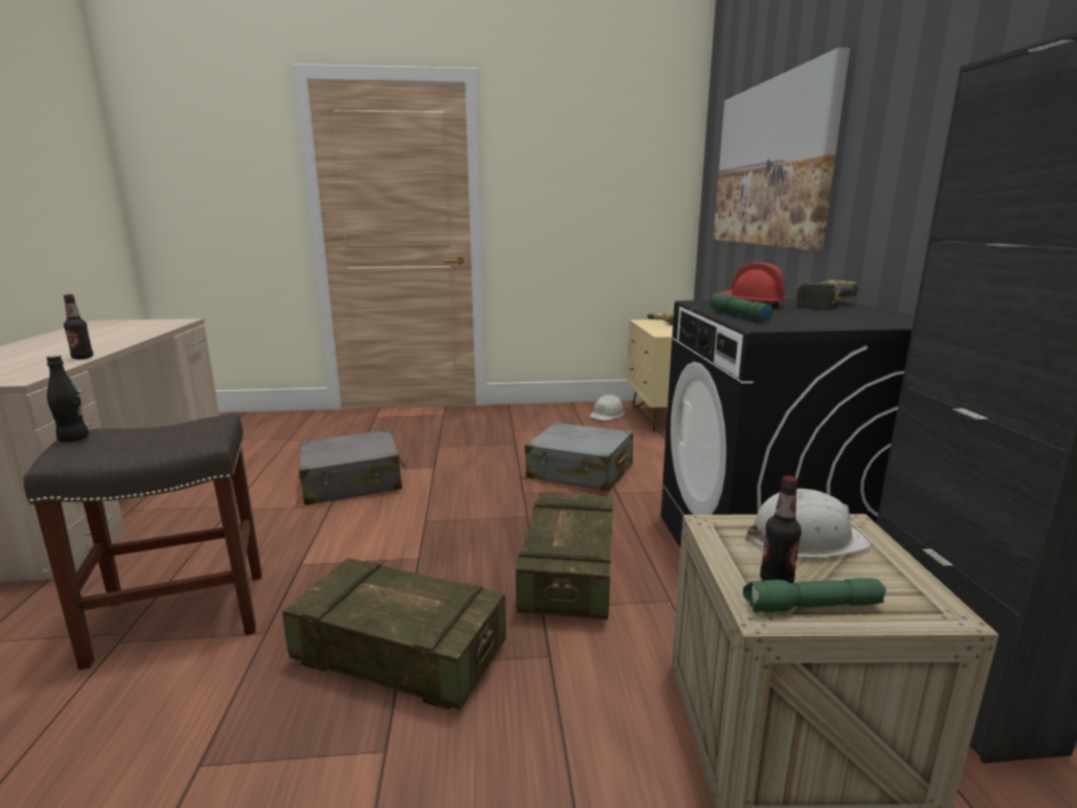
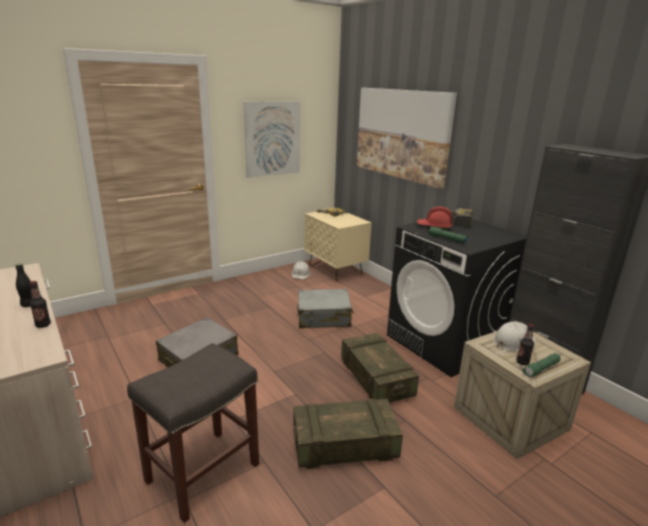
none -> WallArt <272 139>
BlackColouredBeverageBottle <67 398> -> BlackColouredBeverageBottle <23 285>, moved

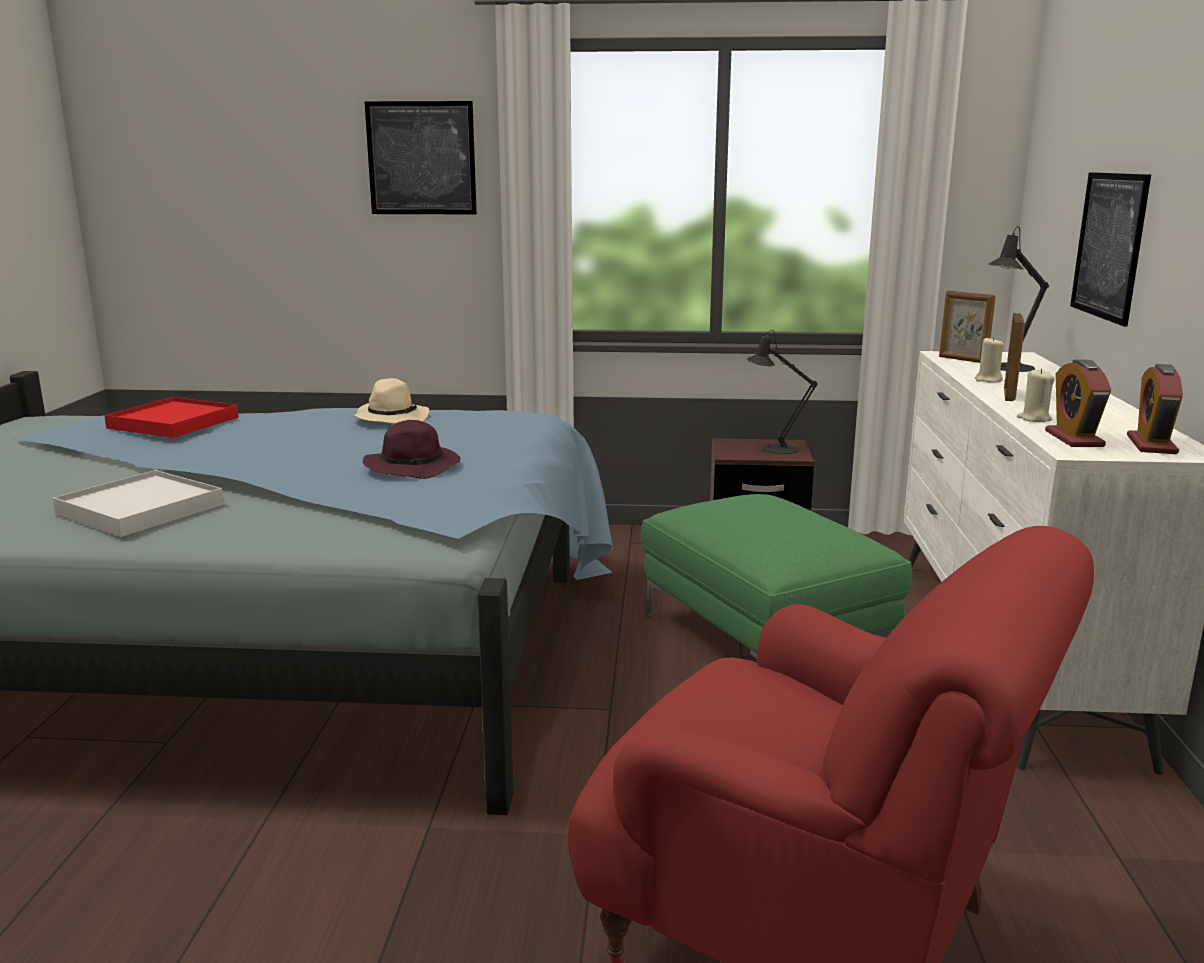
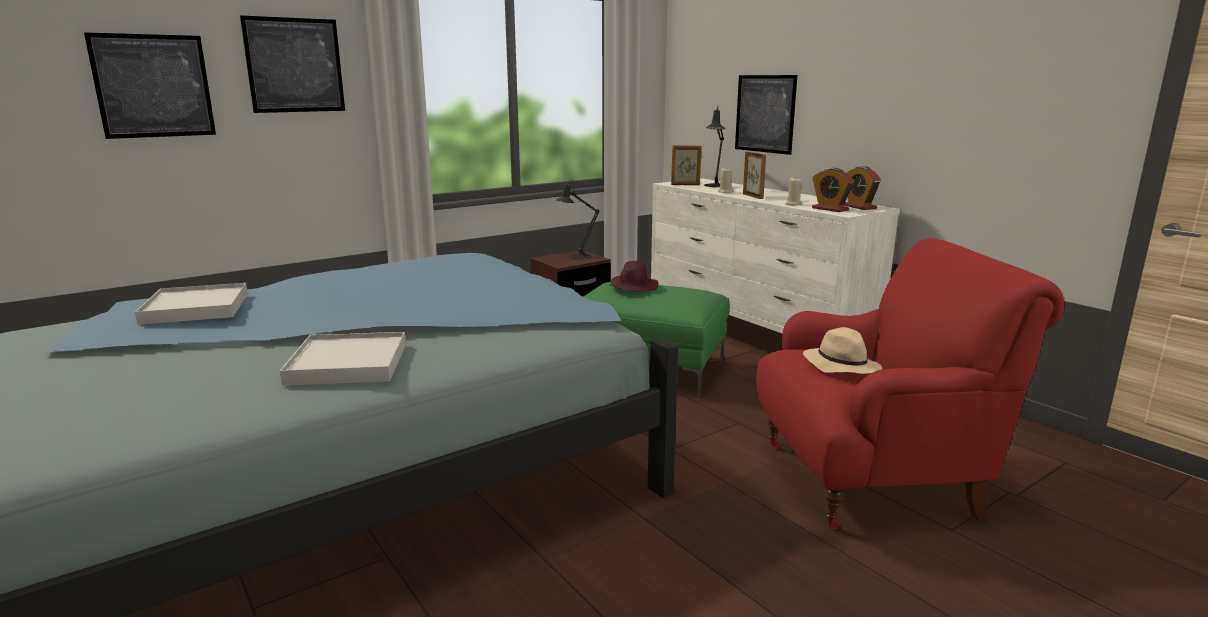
none -> WallArt <150 85>
BeigeHat <391 400> -> BeigeHat <842 350>, moved
PurplishHat <412 449> -> PurplishHat <634 276>, moved
RedServingTray <171 417> -> WhitishServingTray <191 304>

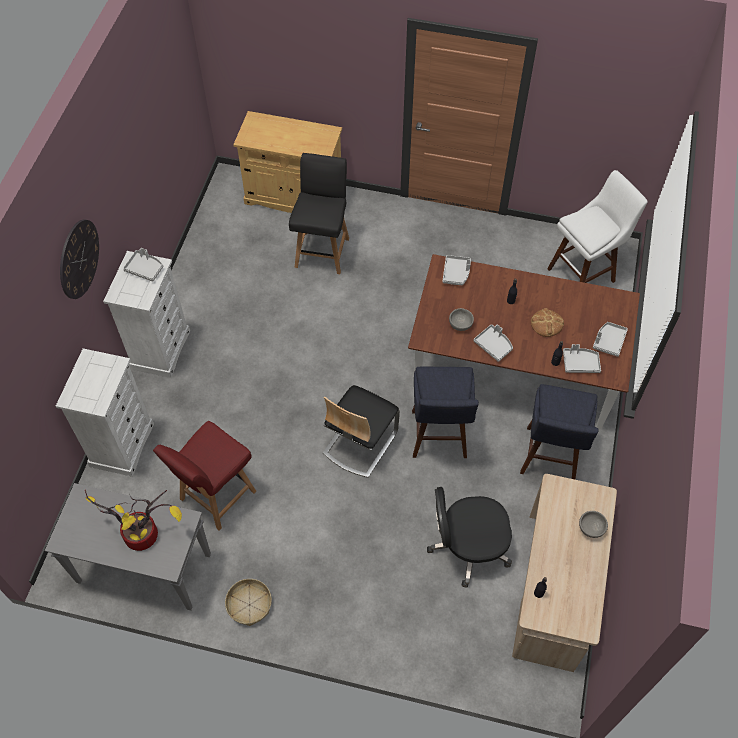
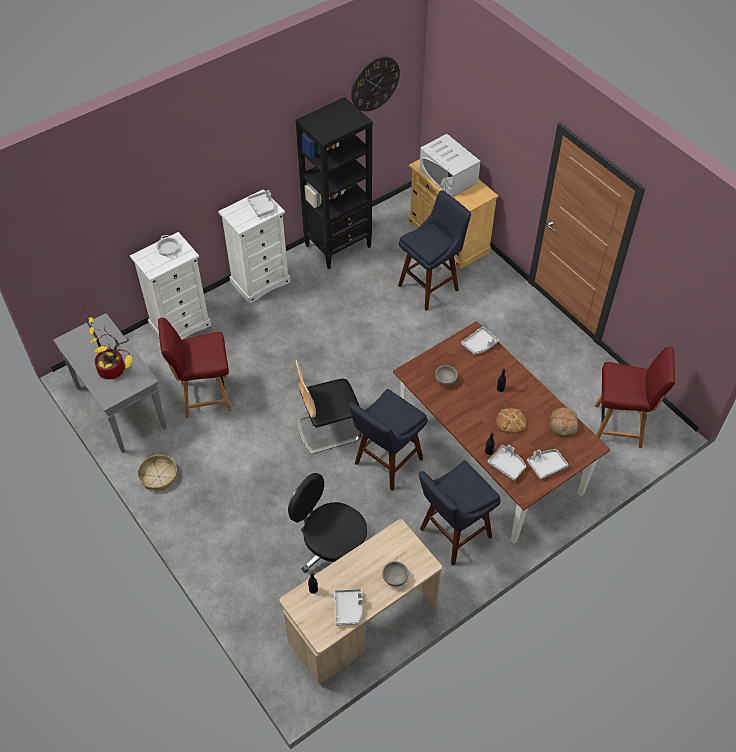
none -> Saucepot <168 245>
none -> BlackColouredBookshelf <334 183>
none -> WhitishKitchenMicrowave <450 165>
none -> BakedBread <564 422>
WallClock <79 259> -> WallClock <375 84>, moved
GrayServingTray <493 343> -> GrayServingTray <348 607>, moved
BlackColouredUprightChair <319 213> -> BluishStoolSeat <434 250>
WhitishStoolSeat <597 226> -> RedUprightChair <635 397>

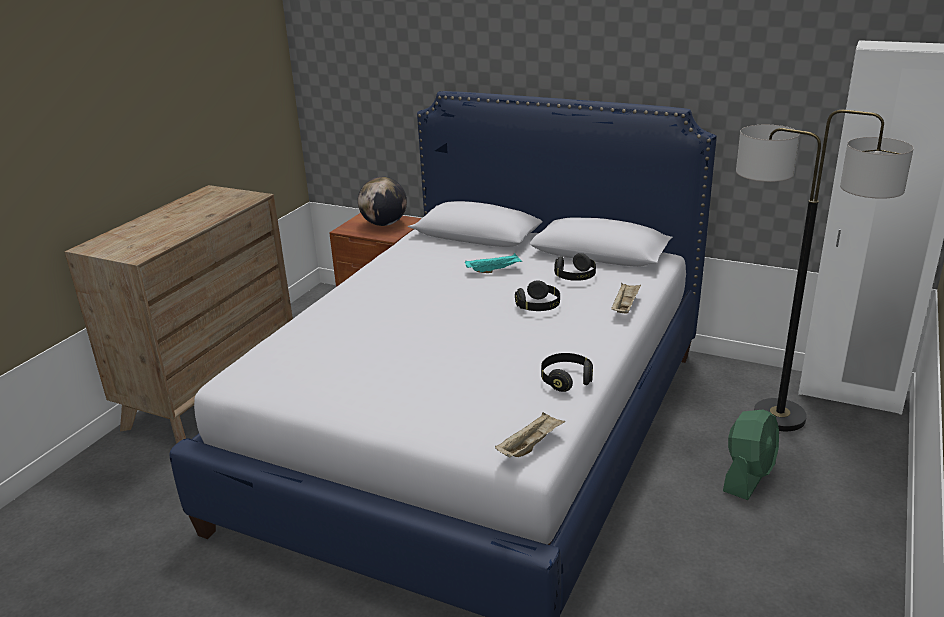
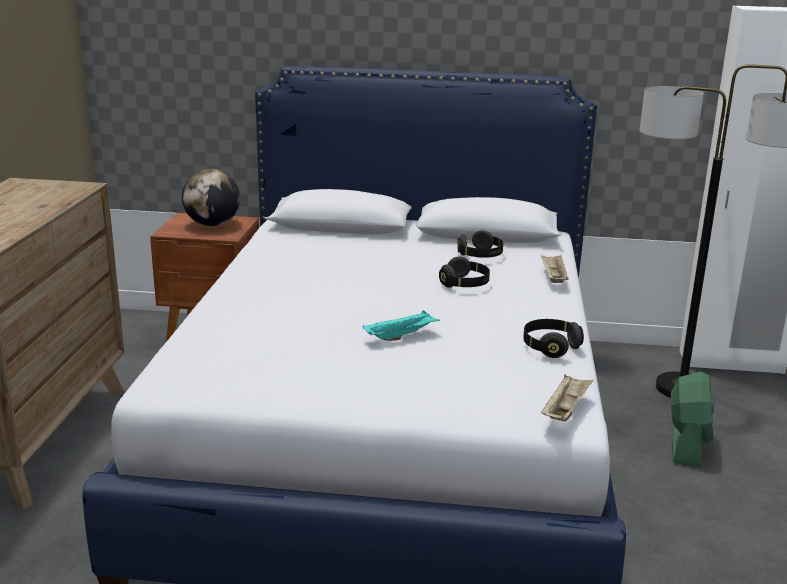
TurquoiseColouredServingTray <493 263> -> TurquoiseColouredServingTray <401 325>, moved

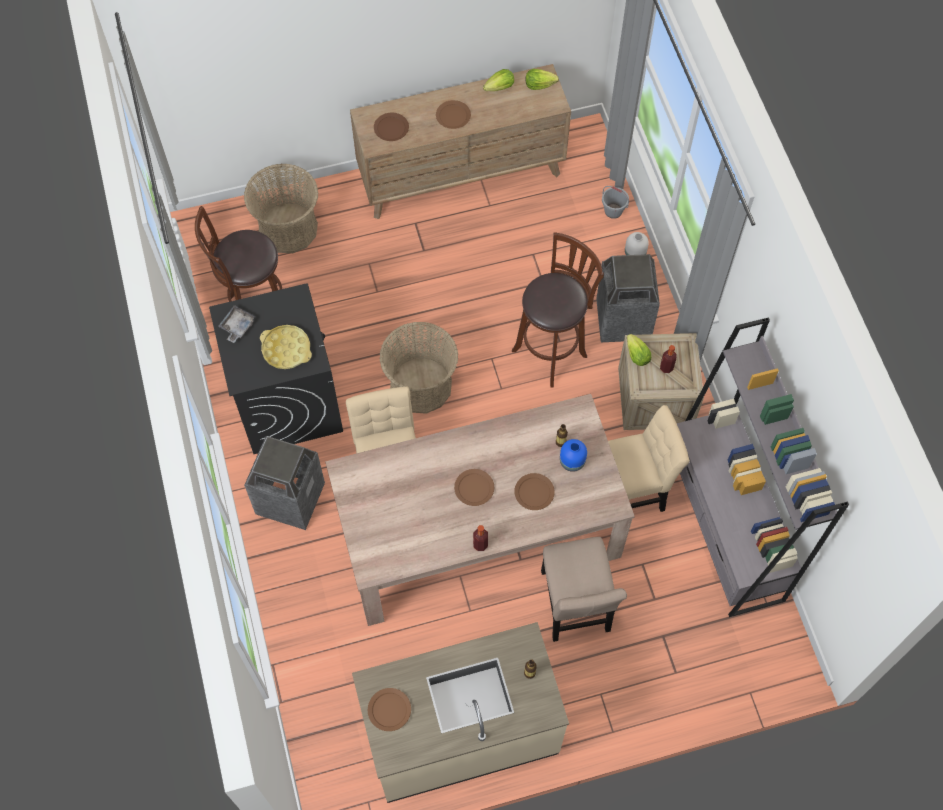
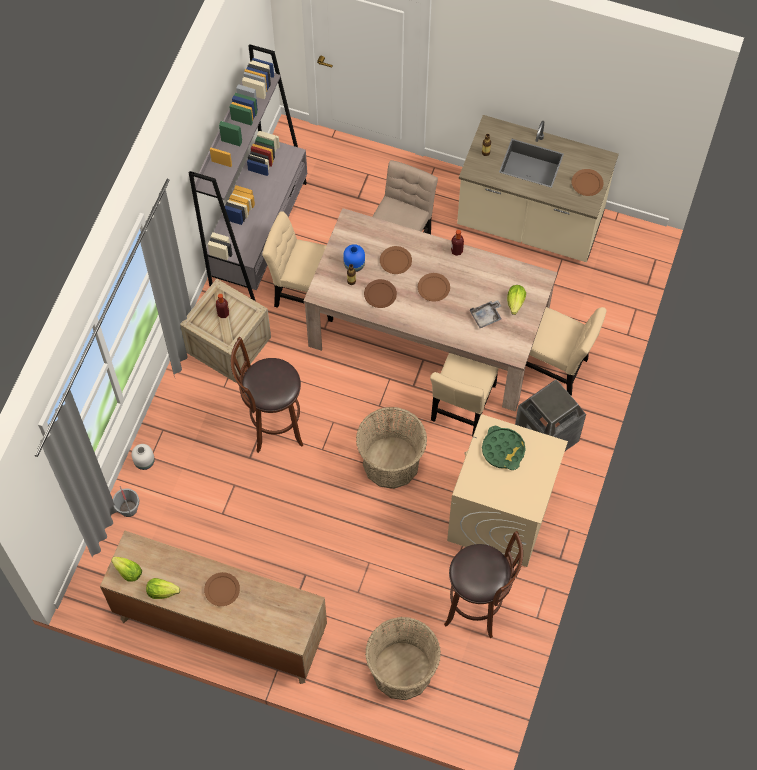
WasteBin <628 298> -> none
none -> BeigeUprightChair <566 351>
GrayServingTray <237 324> -> GrayServingTray <485 314>, moved
BrownFlatDish <391 126> -> BrownFlatDish <380 293>, moved
Lettuce <639 350> -> Lettuce <516 300>, moved
BlackColouredLaundryAppliance <276 368> -> BeigeLaundryAppliance <507 490>
YellowServingTray <286 347> -> GreenColouredServingTray <504 448>

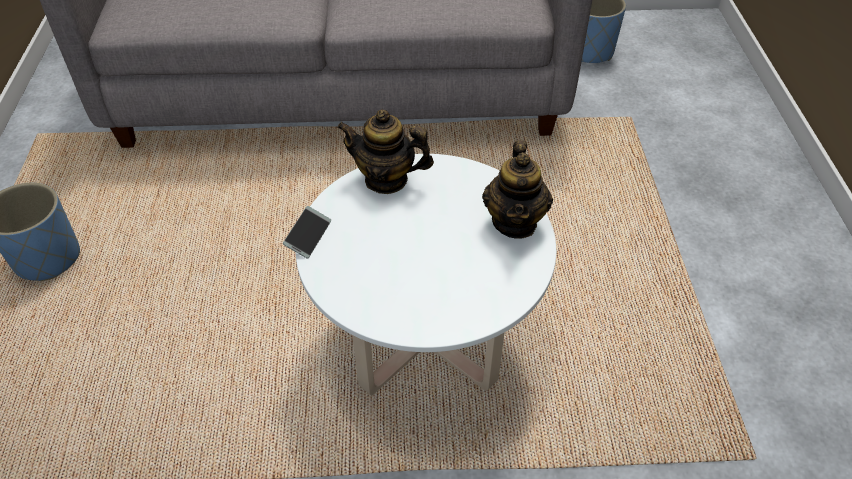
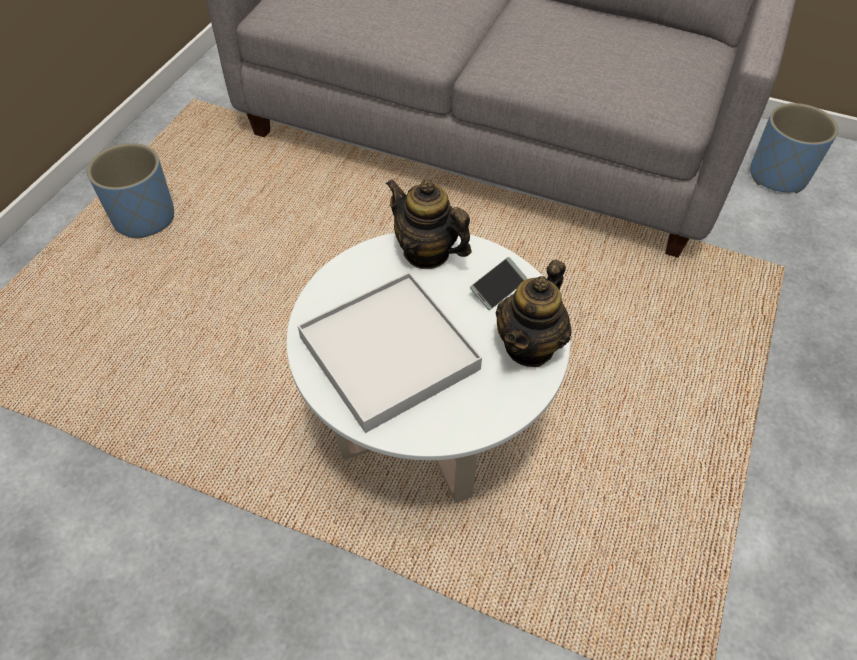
none -> WhitishServingTray <389 352>
Telephone <307 232> -> Telephone <498 283>, moved

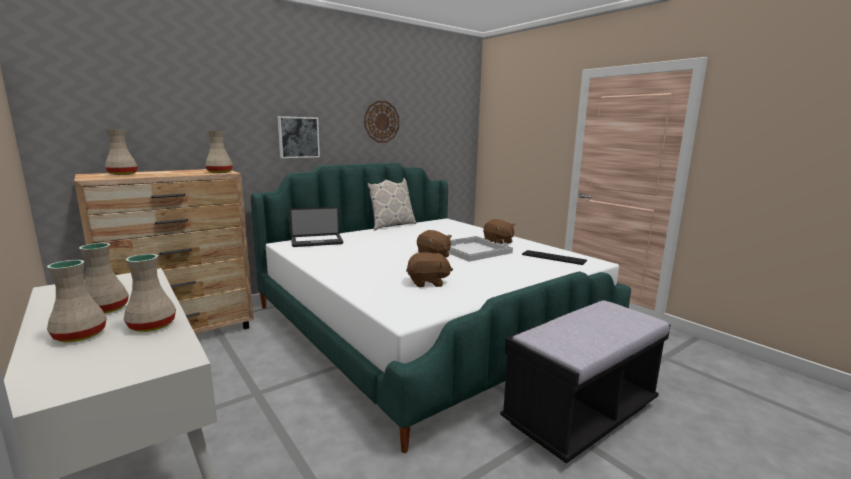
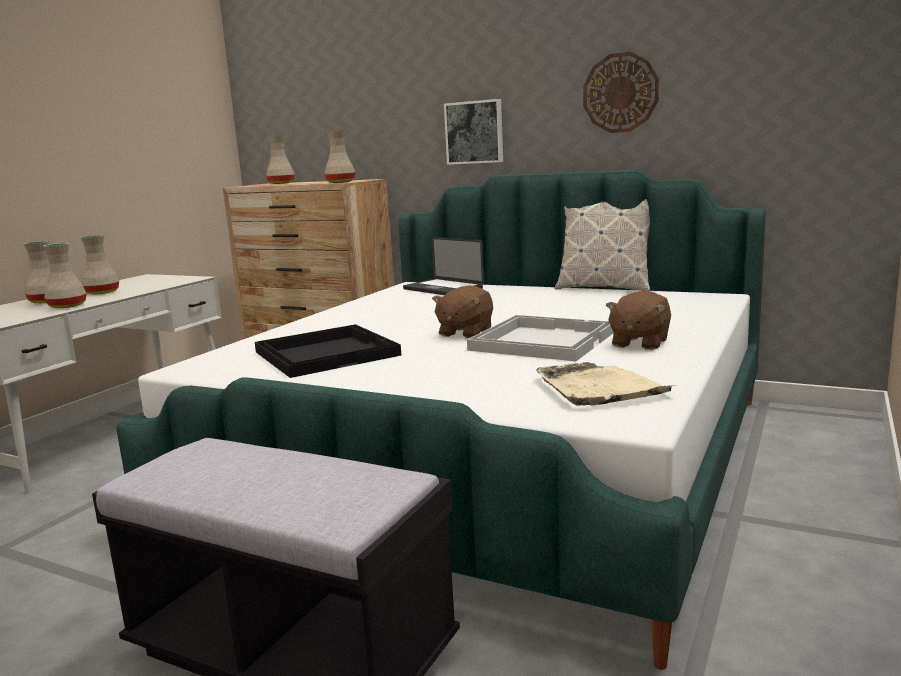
BrownSoftToy <429 269> -> BlackColouredServingTray <328 351>
Keyboard <554 257> -> BeigeServingTray <606 383>

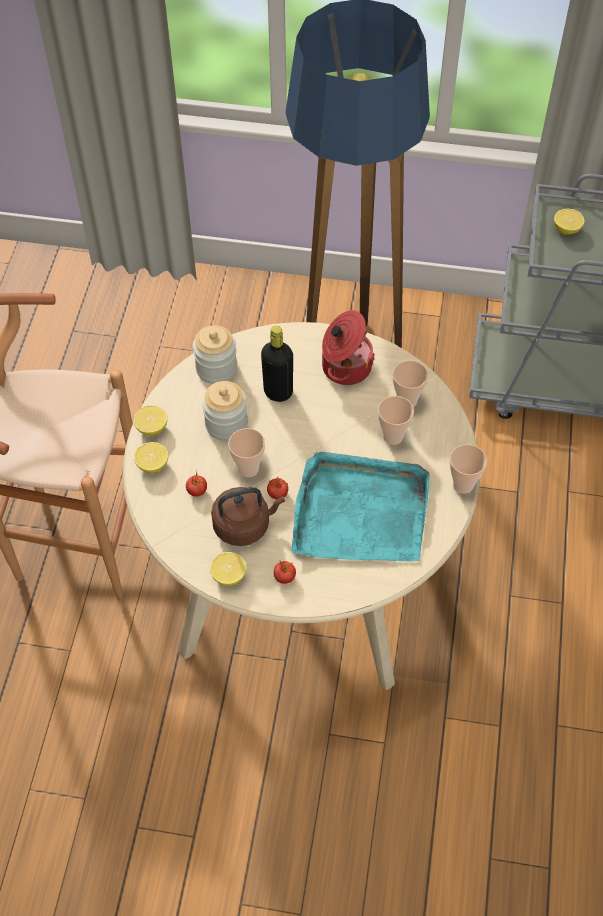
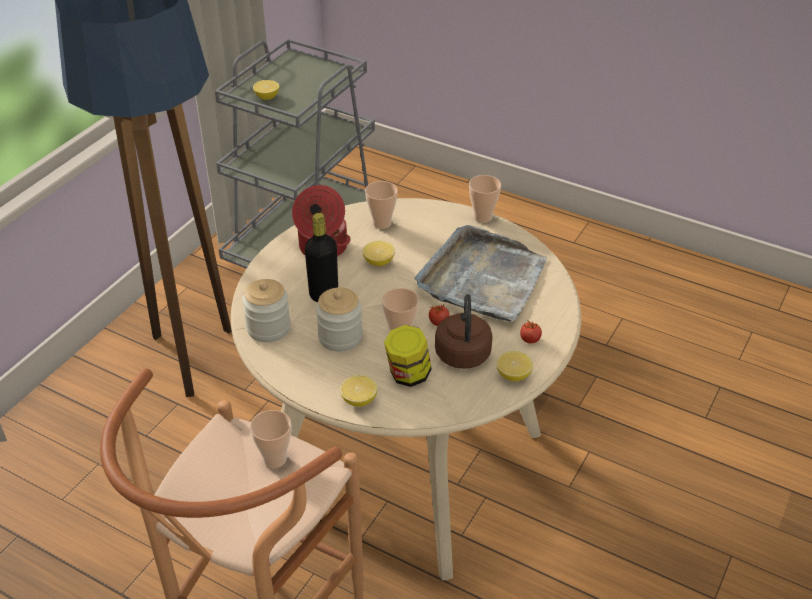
CitrusFruit <150 420> -> CitrusFruit <379 254>, moved
DrinkingCup <396 420> -> DrinkingCup <270 439>, moved
Tomato <196 484> -> PreserveJar <408 356>
TurquoiseColouredServingTray <361 507> -> GrayServingTray <481 273>

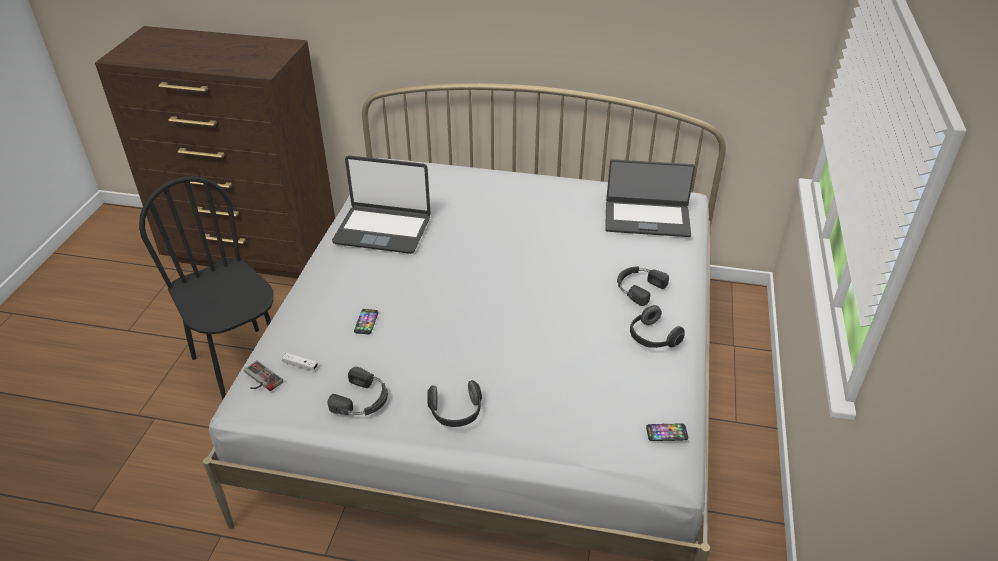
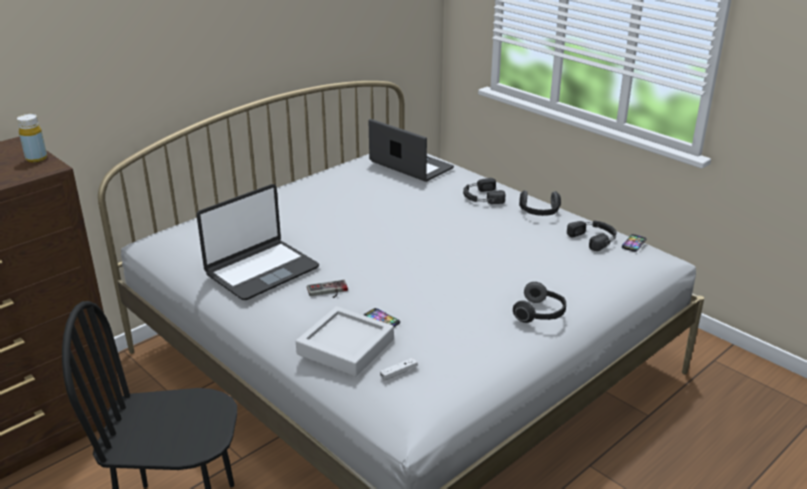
none -> YellowBeverageBottle <32 138>
none -> GrayServingTray <345 341>
GameController <264 375> -> GameController <327 289>, moved
BlackColouredPairOfHeadphones <358 391> -> BlackColouredPairOfHeadphones <592 236>, moved
Laptop <650 198> -> Laptop <411 150>, 90 degrees counterclockwise

